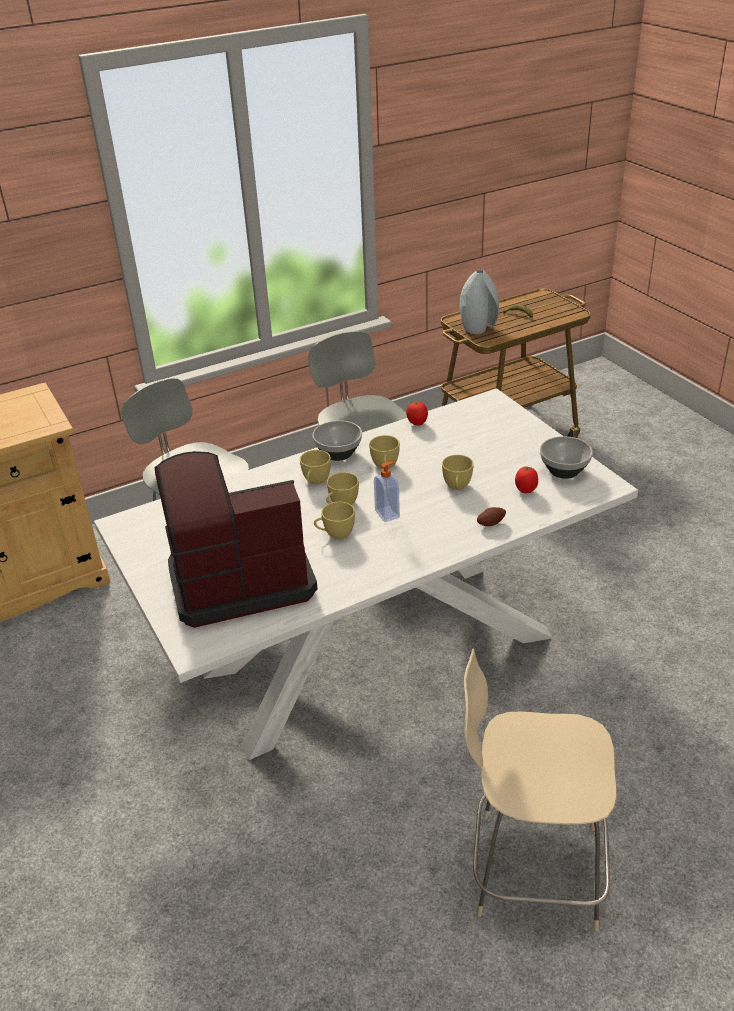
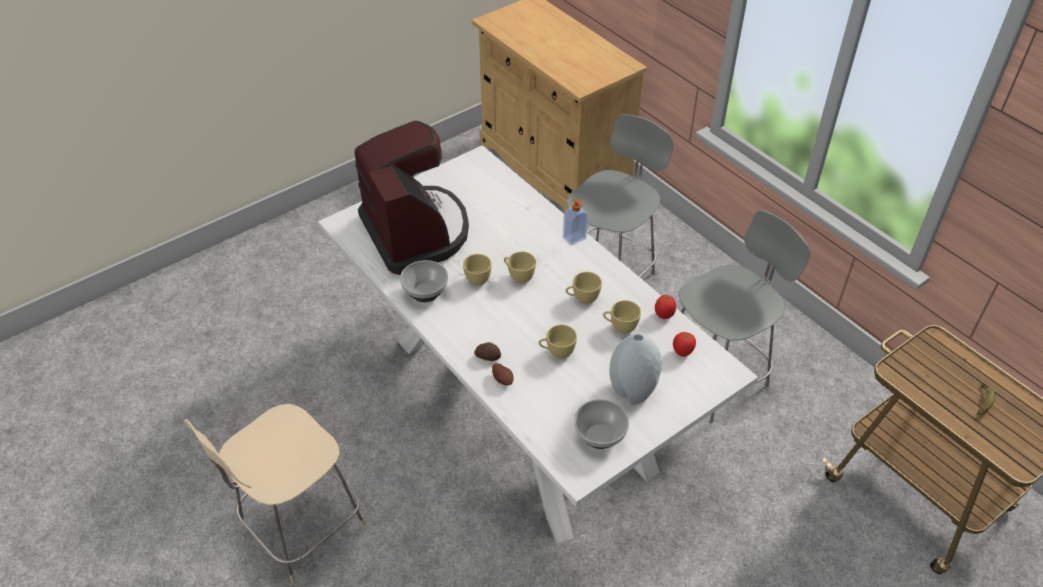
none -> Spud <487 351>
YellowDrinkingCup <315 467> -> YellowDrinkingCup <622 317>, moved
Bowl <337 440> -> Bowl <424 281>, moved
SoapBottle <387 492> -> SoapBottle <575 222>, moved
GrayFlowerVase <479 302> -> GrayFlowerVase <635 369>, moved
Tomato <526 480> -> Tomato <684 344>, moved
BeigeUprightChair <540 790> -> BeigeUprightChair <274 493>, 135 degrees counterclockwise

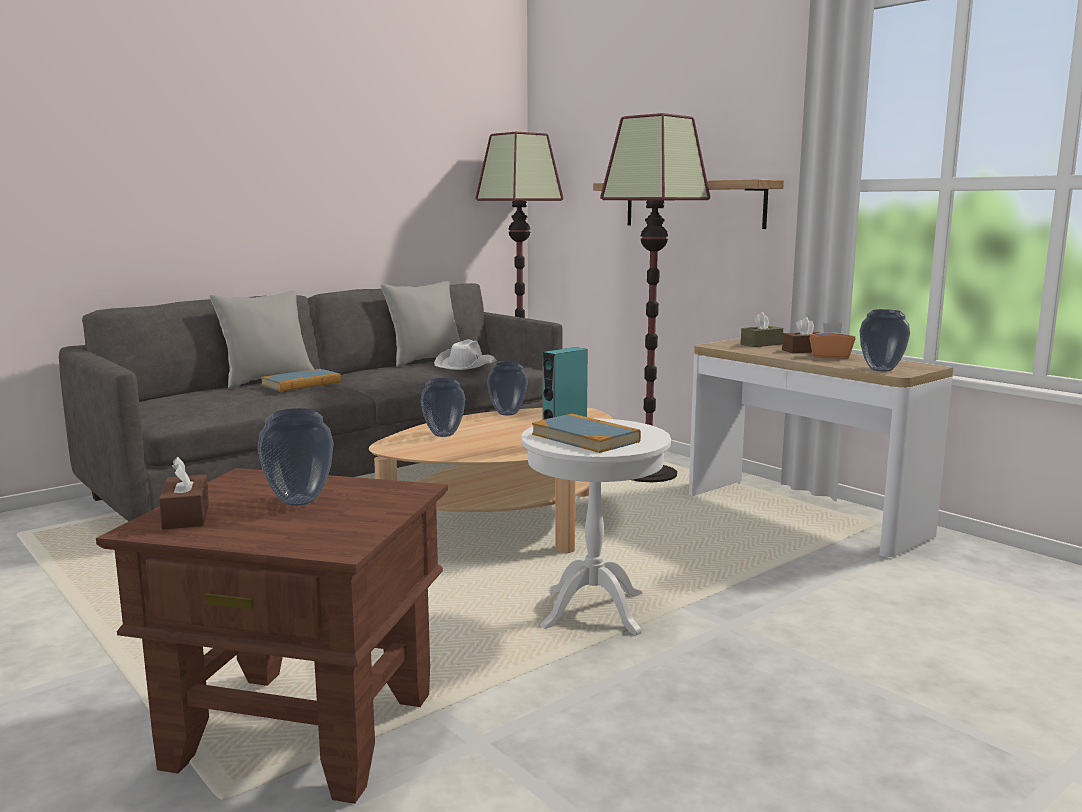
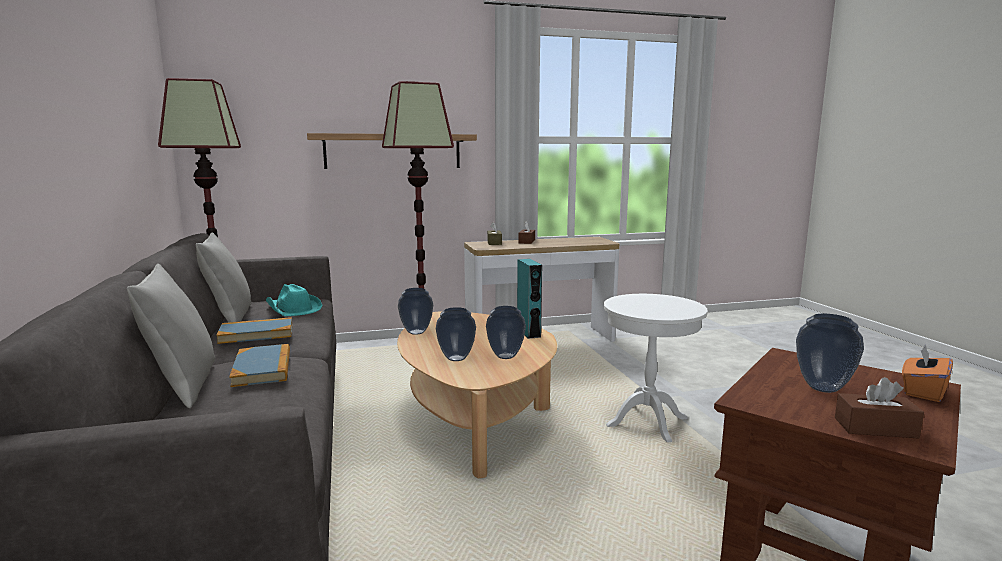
Volume <586 433> -> Volume <254 330>, moved
OrangeyBoxOfTissues <832 341> -> OrangeyBoxOfTissues <927 373>, moved
FlowerVase <885 340> -> FlowerVase <506 332>, moved
WhitishHat <465 354> -> TurquoiseColouredHat <294 300>

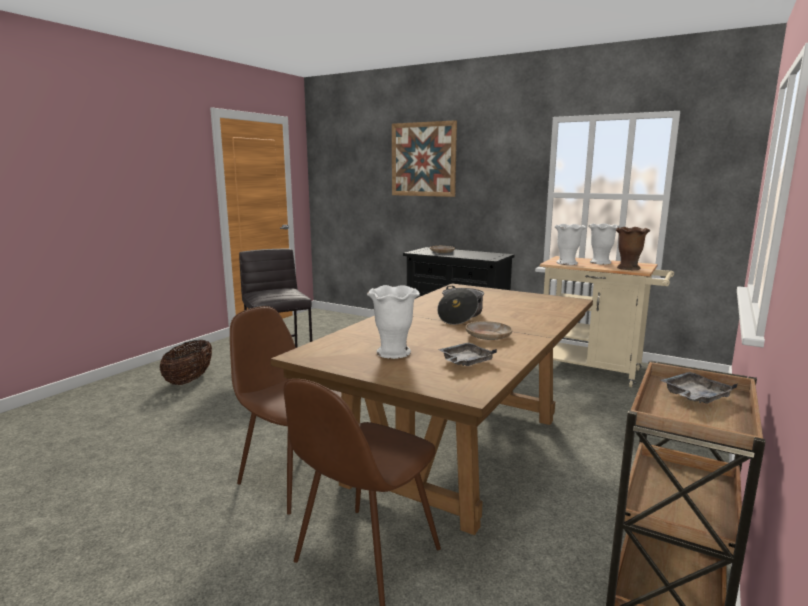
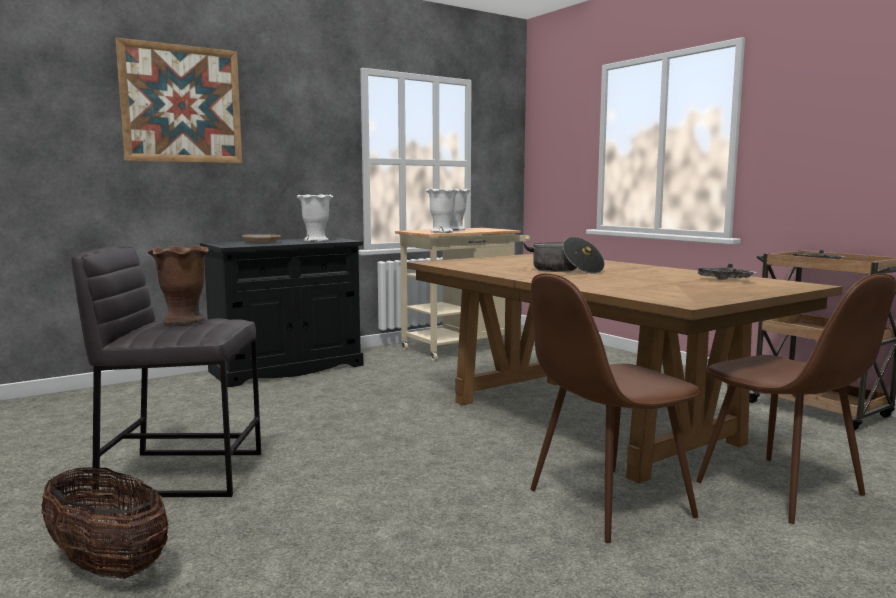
BeigeFlatDish <489 330> -> none
WhitishFlowerVase <393 322> -> WhitishFlowerVase <315 218>, moved
BrownFlowerVase <633 248> -> BrownFlowerVase <178 285>, moved

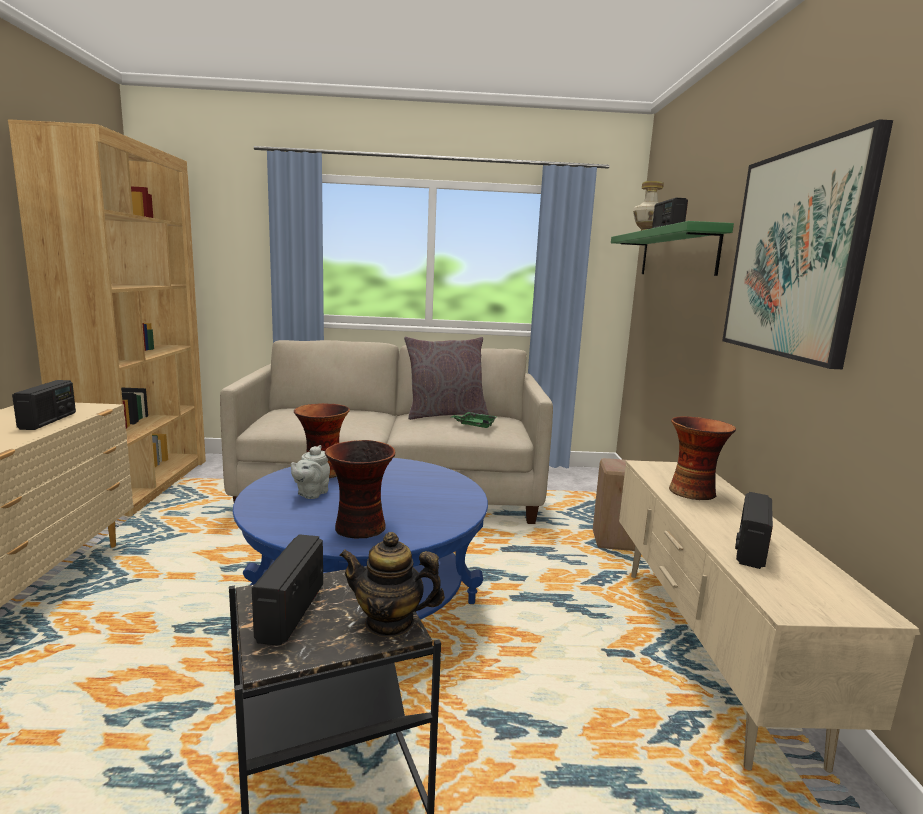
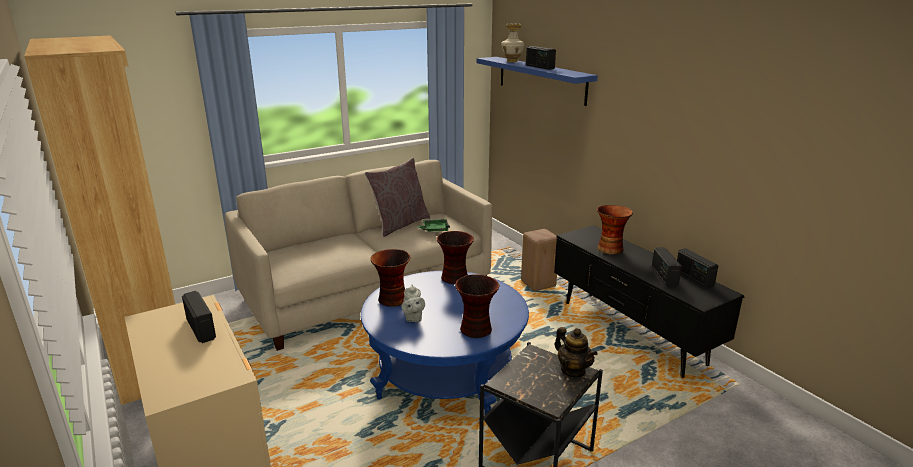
WallArt <807 244> -> none
none -> FlowerVase <455 257>
Radio <287 590> -> Radio <698 268>, moved
GreenColouredShelf <672 248> -> BluishShelf <537 81>
BeigeTvStand <770 616> -> BlackColouredTvStand <649 301>
Teapot <392 584> -> Teapot <576 352>, 105 degrees counterclockwise

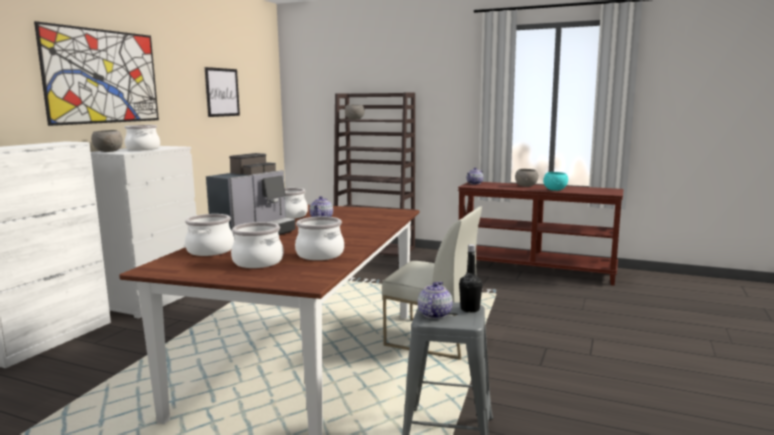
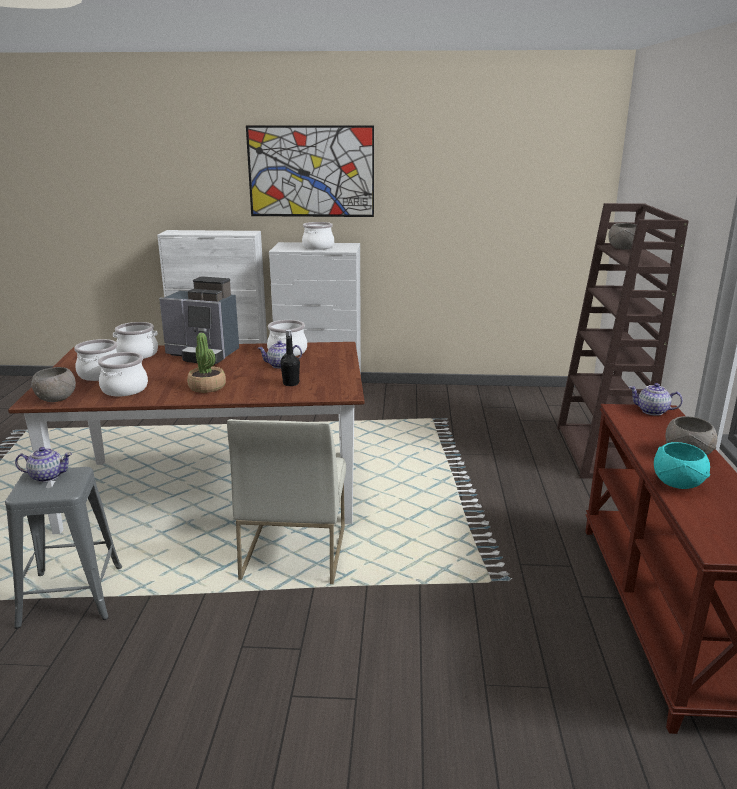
WallArt <222 92> -> none
none -> Houseplant <206 363>
GrayBowl <107 141> -> GrayBowl <53 384>, moved
BlackColouredBeverageBottle <471 278> -> BlackColouredBeverageBottle <290 358>, moved

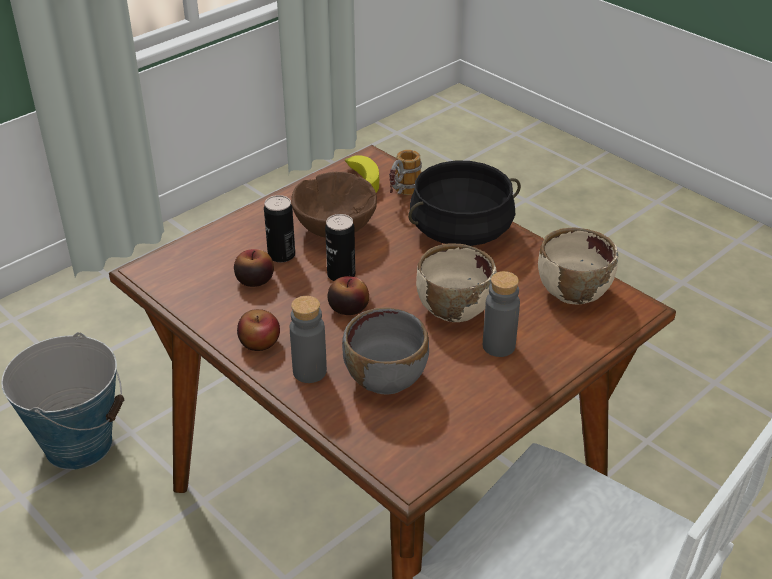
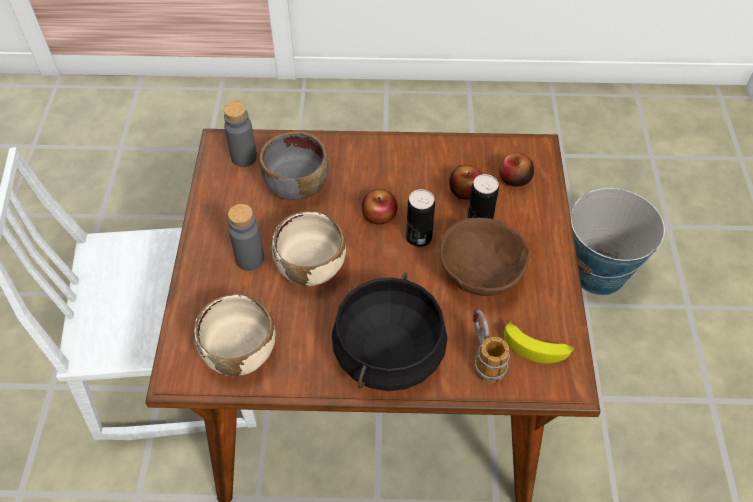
AppleFruit <258 330> -> AppleFruit <516 170>, moved
GrayBeverageBottle <308 339> -> GrayBeverageBottle <240 134>, moved

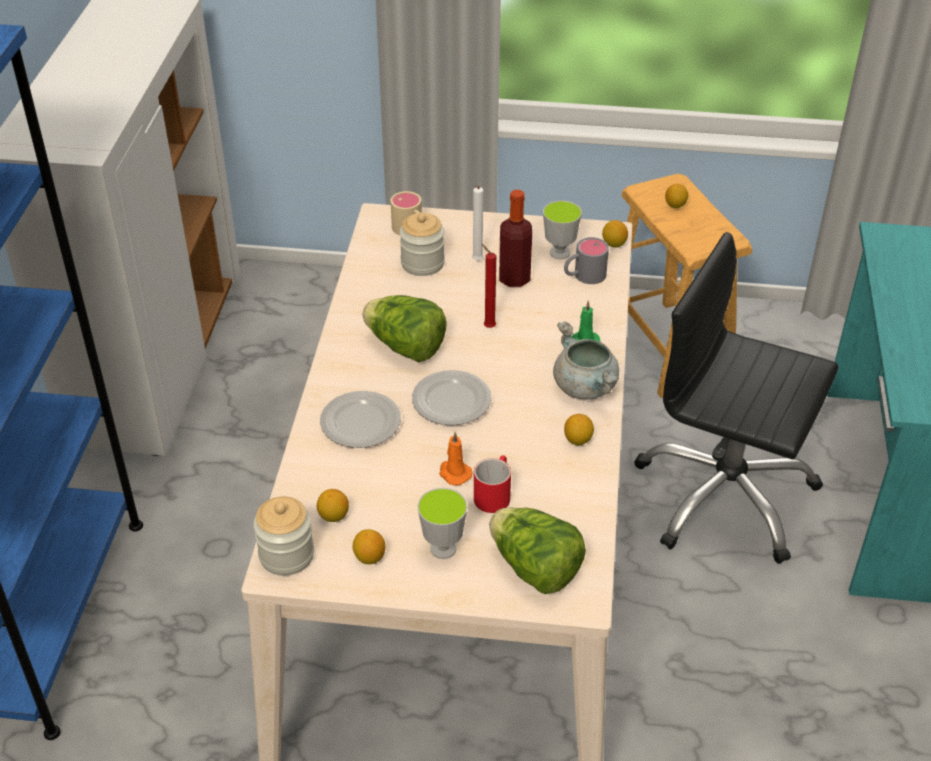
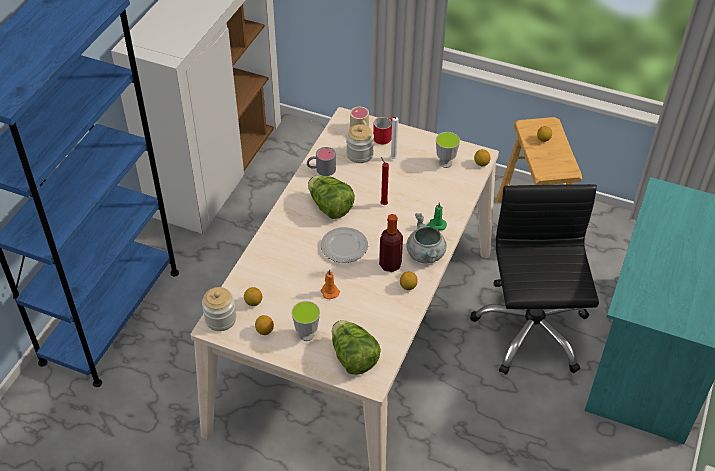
FlatDish <360 419> -> none
RedCoffeeMug <492 484> -> RedCoffeeMug <382 130>, moved
BeverageBottle <515 238> -> BeverageBottle <391 243>, moved
GrayCoffeeMug <586 260> -> GrayCoffeeMug <321 161>, moved
BlackColouredDeskChair <736 398> -> BlackColouredDeskChair <534 279>, 45 degrees clockwise

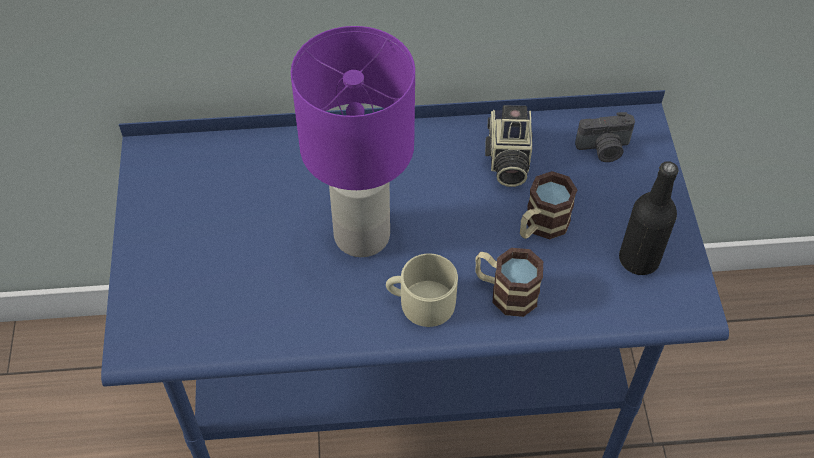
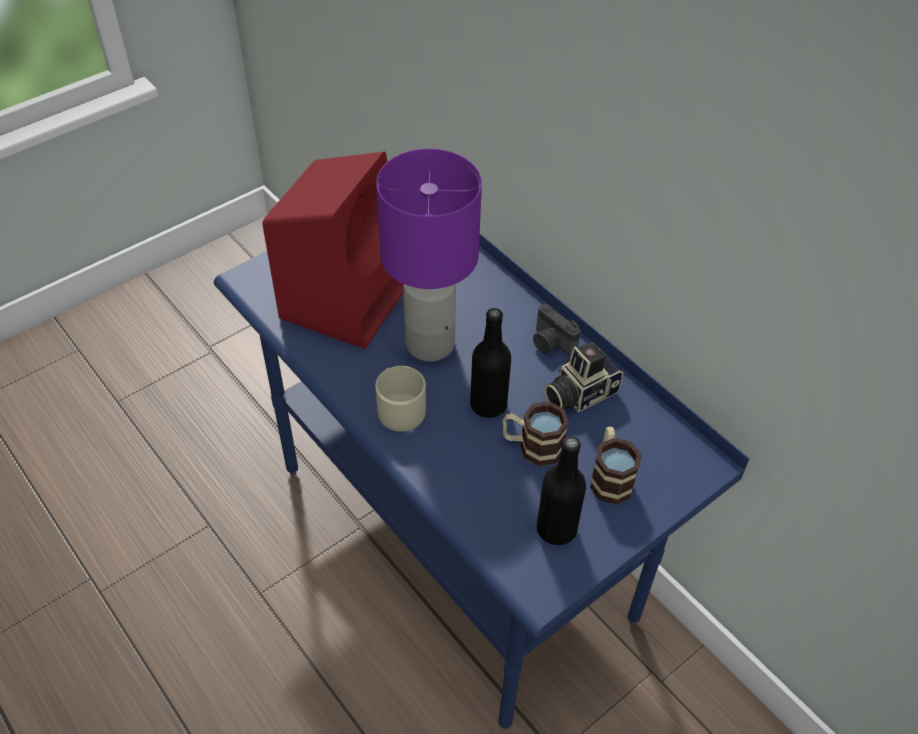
none -> RedSpeaker <333 250>
none -> BlackColouredBeverageBottle <490 363>
CoffeeMug <509 282> -> CoffeeMug <616 465>, moved
PhotoCamera <605 137> -> PhotoCamera <556 330>, moved

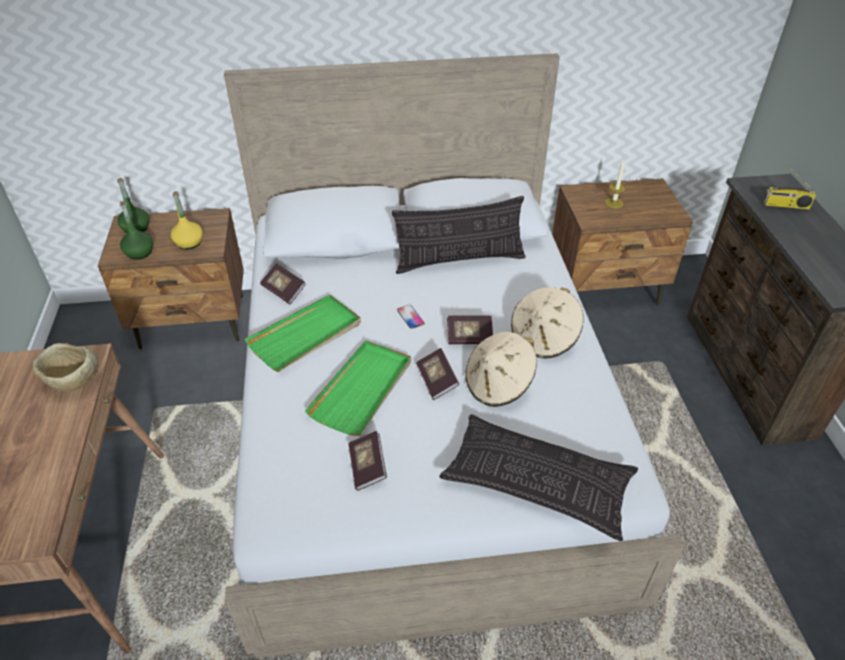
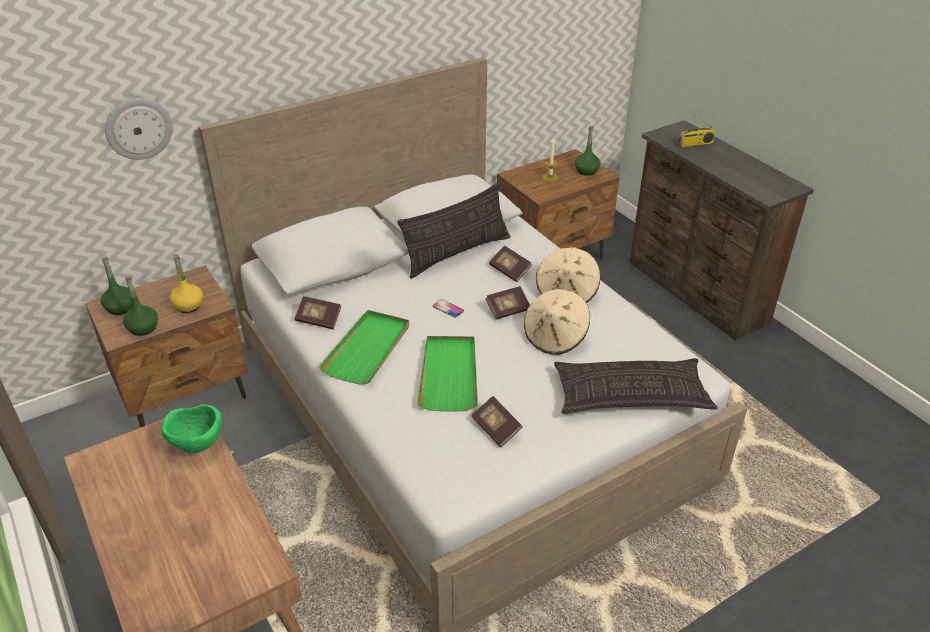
none -> WallClock <139 129>
none -> GreenColouredBeverageBottle <587 151>
Volume <438 374> -> Volume <510 264>, moved
BeigeBowl <65 367> -> GreenColouredBowl <191 428>

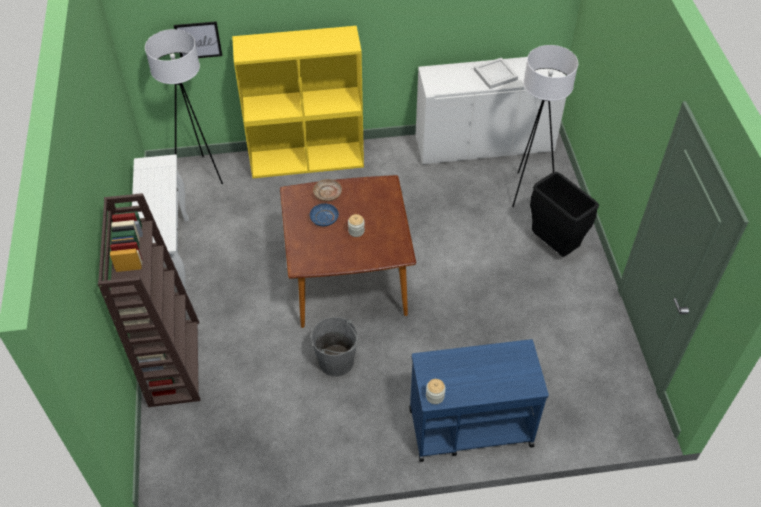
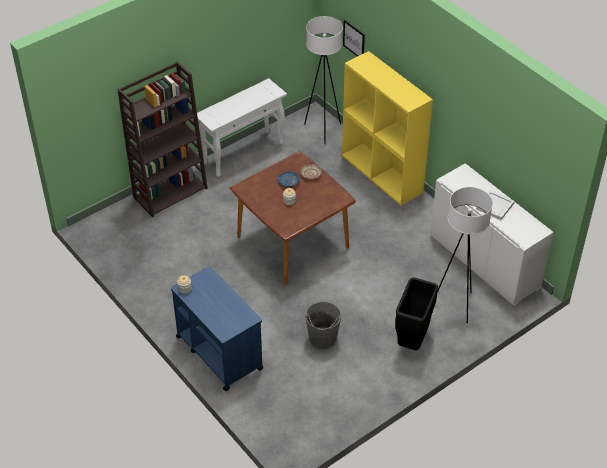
GrayWaterBucket <334 347> -> GrayWaterBucket <323 325>, moved

